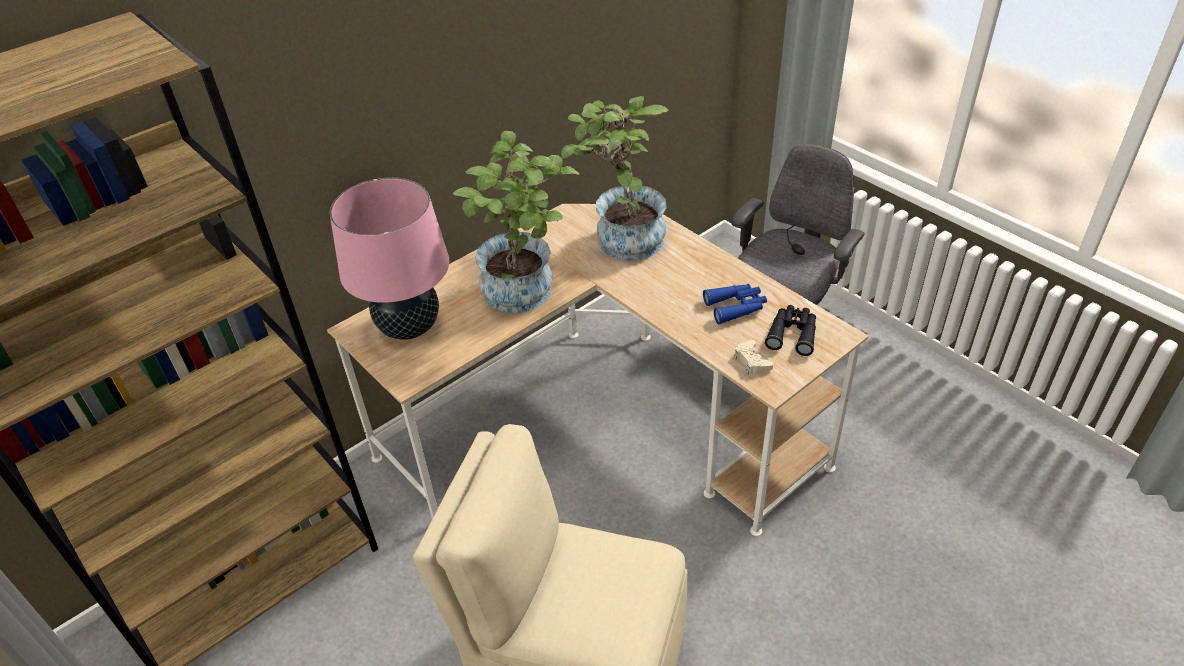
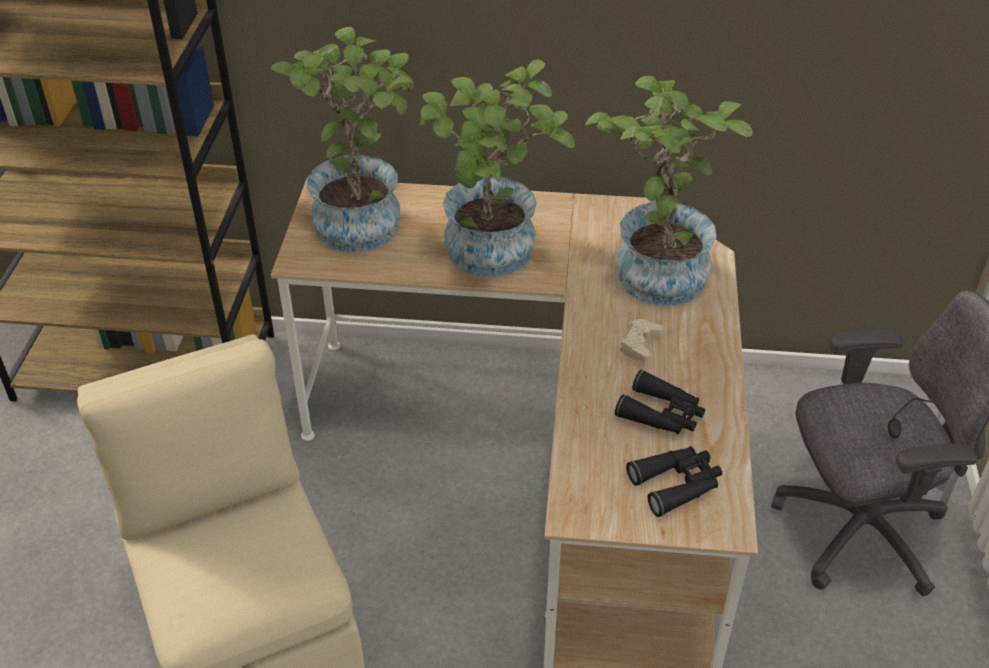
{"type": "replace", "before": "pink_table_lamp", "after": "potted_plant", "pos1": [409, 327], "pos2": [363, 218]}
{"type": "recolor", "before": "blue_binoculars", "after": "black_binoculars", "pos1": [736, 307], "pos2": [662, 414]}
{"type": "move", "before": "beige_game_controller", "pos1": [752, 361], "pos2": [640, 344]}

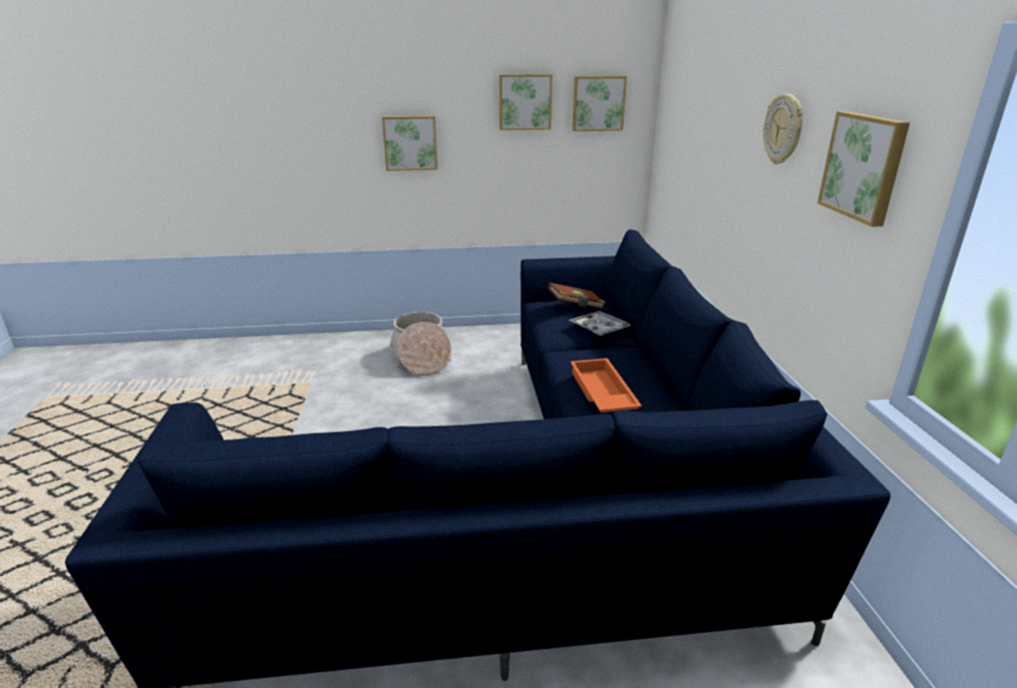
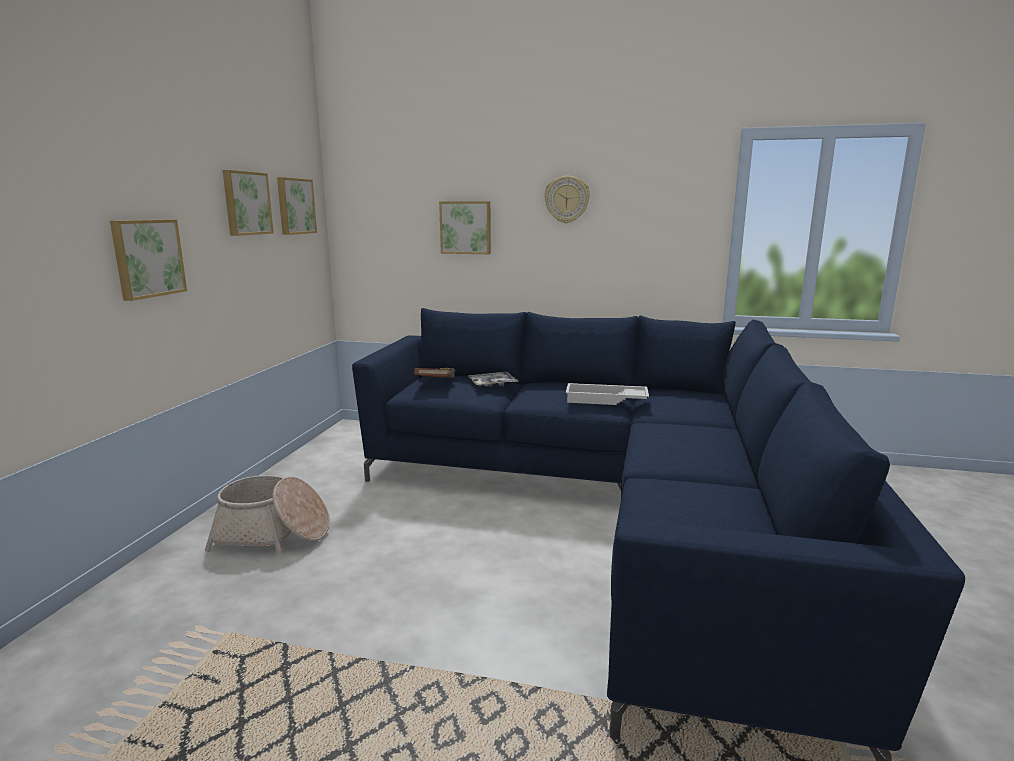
{"type": "move", "before": "picture", "pos1": [864, 166], "pos2": [466, 227]}
{"type": "recolor", "before": "orange_tray", "after": "white_tray", "pos1": [601, 393], "pos2": [605, 400]}

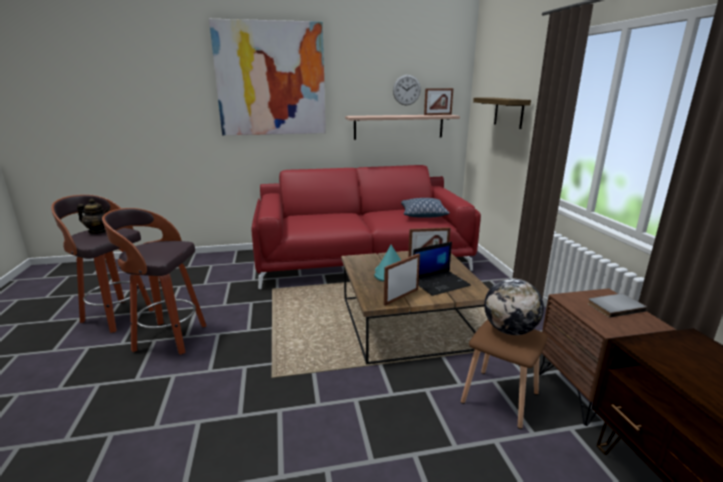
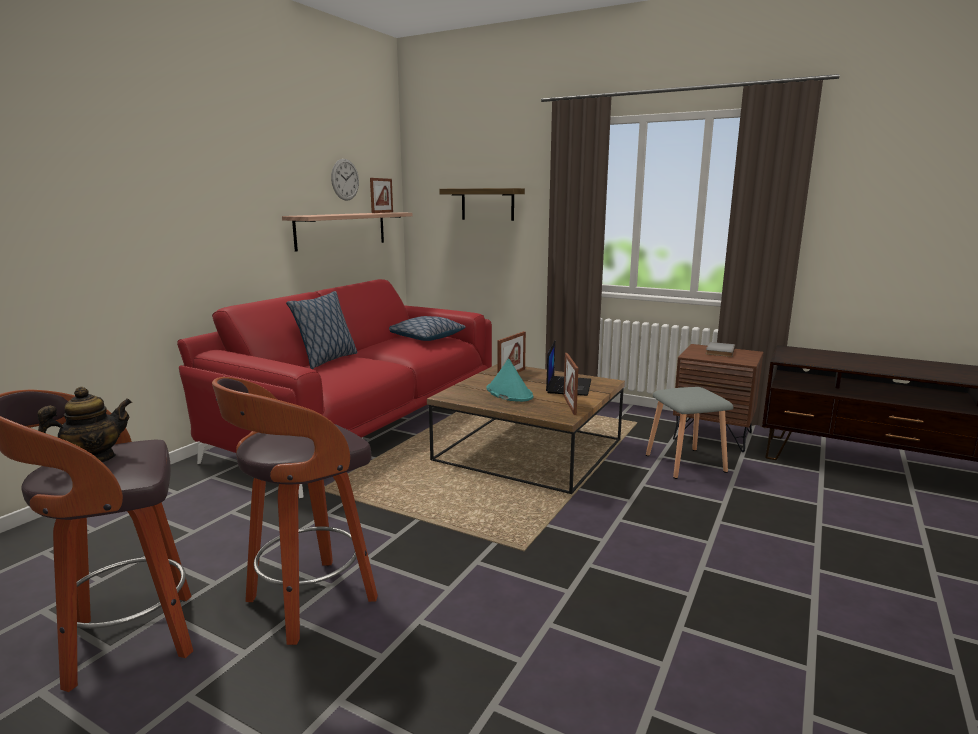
{"type": "delete", "before": "picture", "pos1": [271, 79]}
{"type": "delete", "before": "globe", "pos1": [510, 330]}
{"type": "recolor", "before": "brown_stool", "after": "grey_stool", "pos1": [501, 398], "pos2": [686, 463]}
{"type": "insert", "after": "pillow", "pos2": [327, 360]}

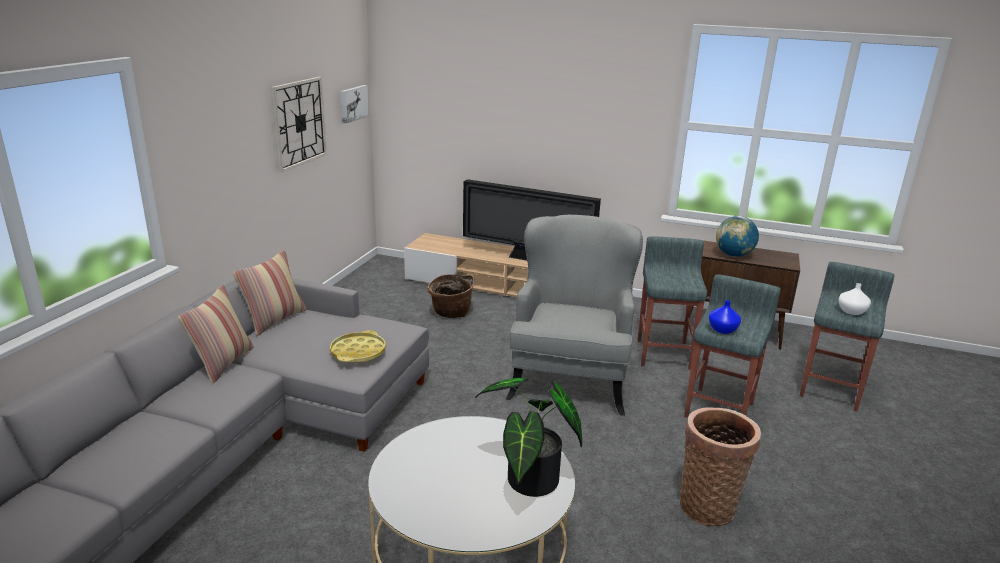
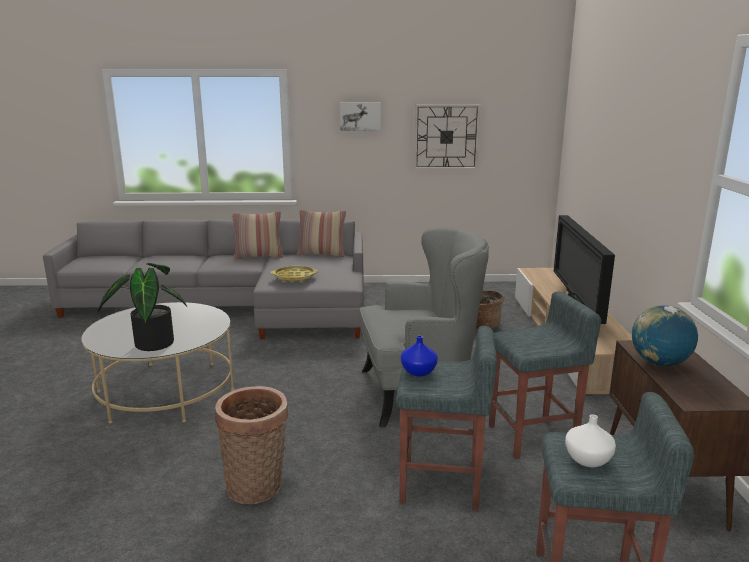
{"type": "move", "before": "picture", "pos1": [352, 103], "pos2": [360, 116]}

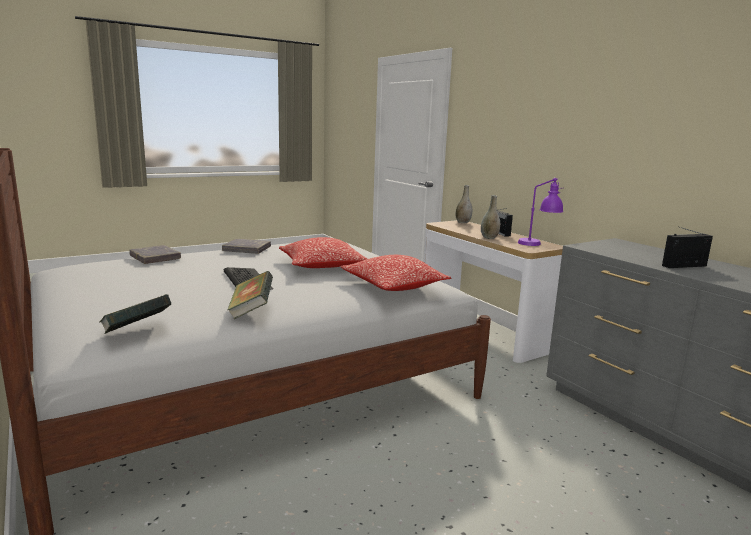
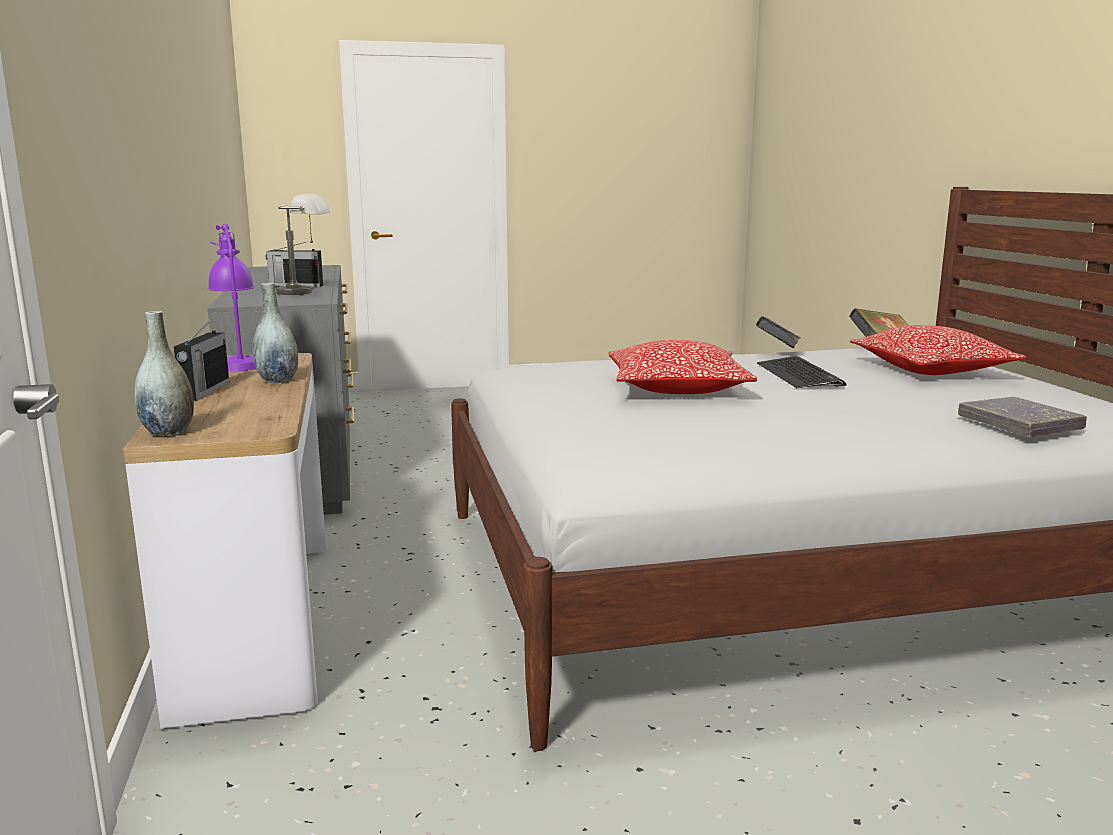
{"type": "delete", "before": "grey_book", "pos1": [247, 249]}
{"type": "move", "before": "pillow", "pos1": [394, 286], "pos2": [931, 370]}
{"type": "insert", "after": "grey_table_lamp", "pos2": [306, 292]}

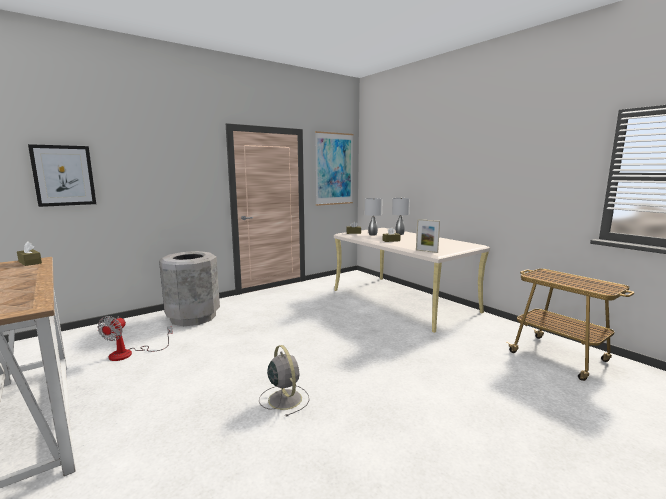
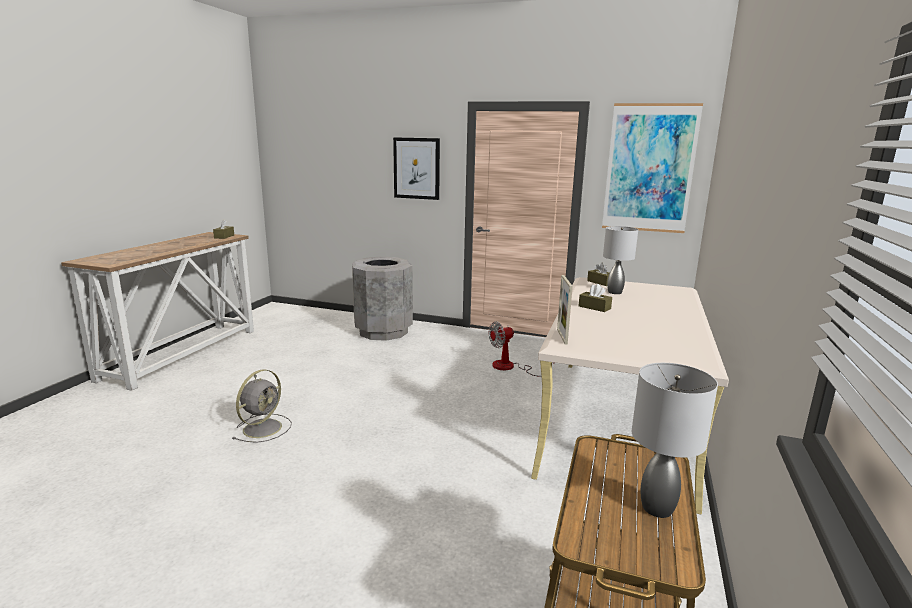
{"type": "move", "before": "picture", "pos1": [64, 175], "pos2": [416, 168]}
{"type": "move", "before": "grey_table_lamp", "pos1": [399, 234], "pos2": [656, 508]}
{"type": "move", "before": "fan", "pos1": [129, 354], "pos2": [510, 367]}

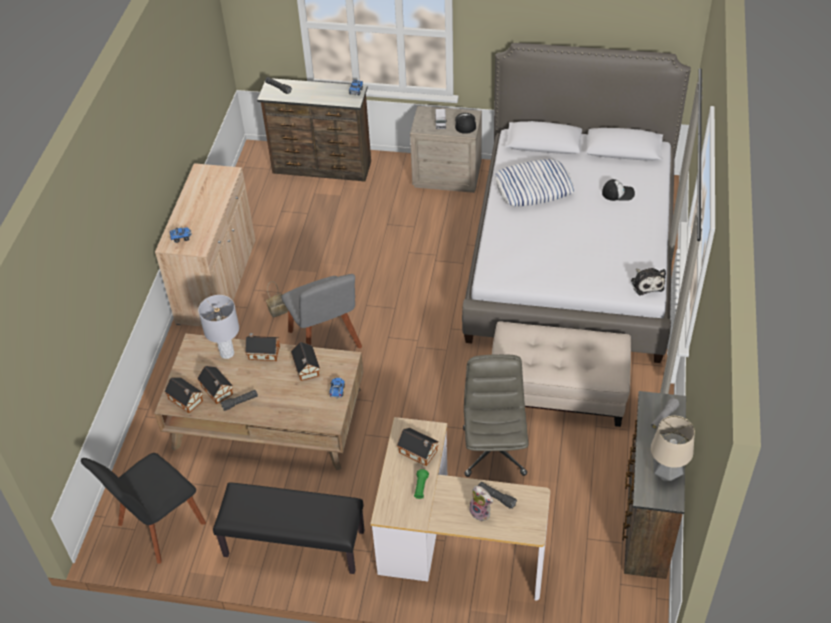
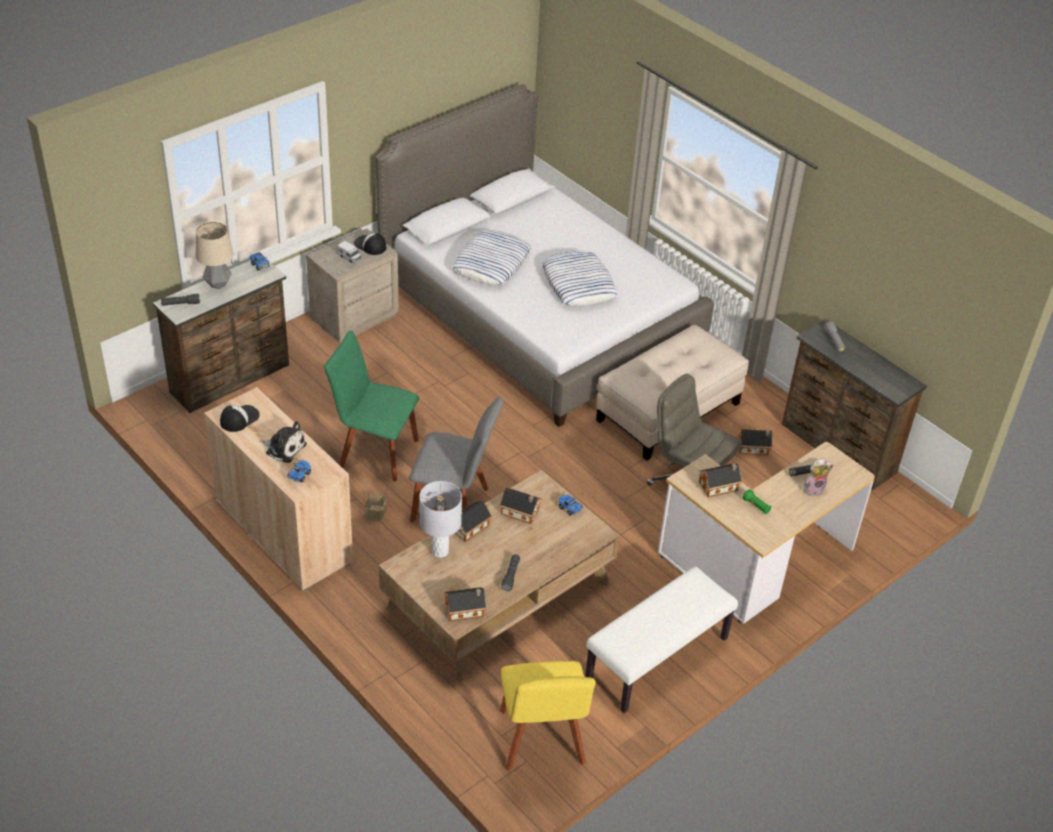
{"type": "move", "before": "cap", "pos1": [618, 193], "pos2": [239, 418]}
{"type": "move", "before": "plush_toy", "pos1": [646, 283], "pos2": [284, 448]}
{"type": "move", "before": "toy_house", "pos1": [217, 391], "pos2": [754, 447]}
{"type": "move", "before": "table_lamp", "pos1": [666, 474], "pos2": [218, 284]}
{"type": "recolor", "before": "black_chair", "after": "yellow_chair", "pos1": [158, 527], "pos2": [542, 741]}
{"type": "recolor", "before": "black_bench", "after": "white_bench", "pos1": [293, 544], "pos2": [657, 659]}
{"type": "insert", "after": "pillow", "pos2": [578, 284]}
{"type": "insert", "after": "green_chair", "pos2": [375, 452]}

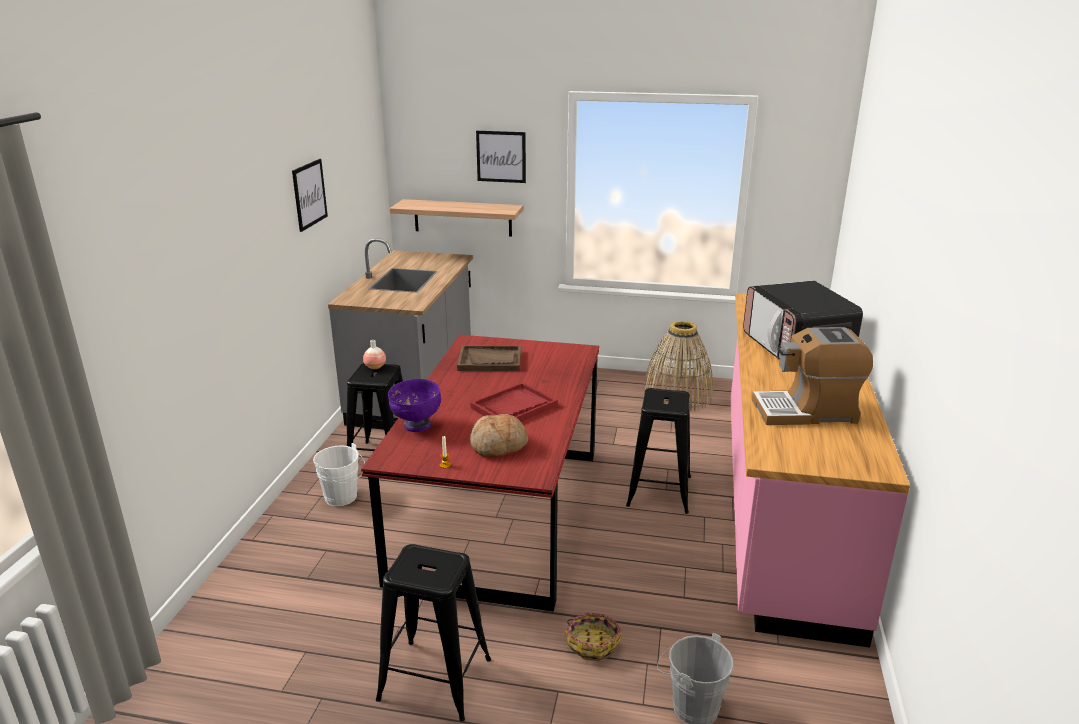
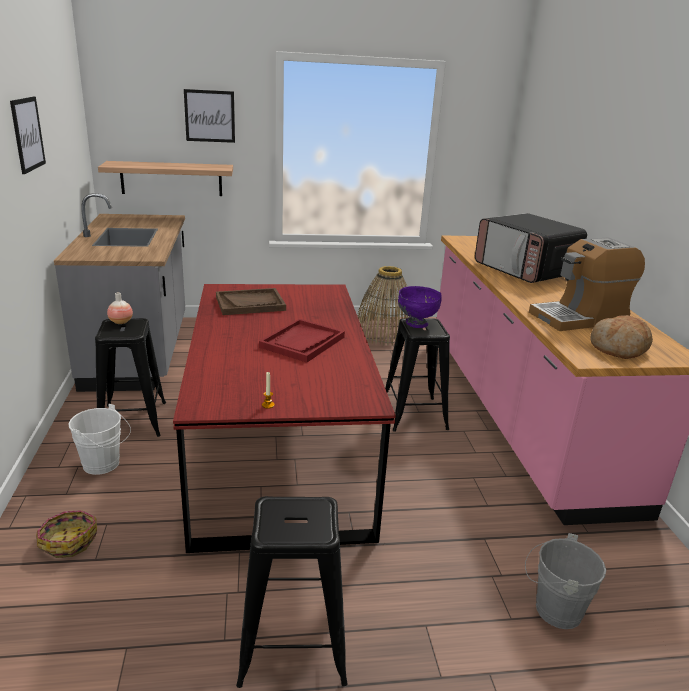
{"type": "move", "before": "purple_bowl", "pos1": [416, 425], "pos2": [416, 324]}
{"type": "move", "before": "bread", "pos1": [498, 446], "pos2": [619, 348]}
{"type": "move", "before": "basket", "pos1": [592, 643], "pos2": [69, 541]}

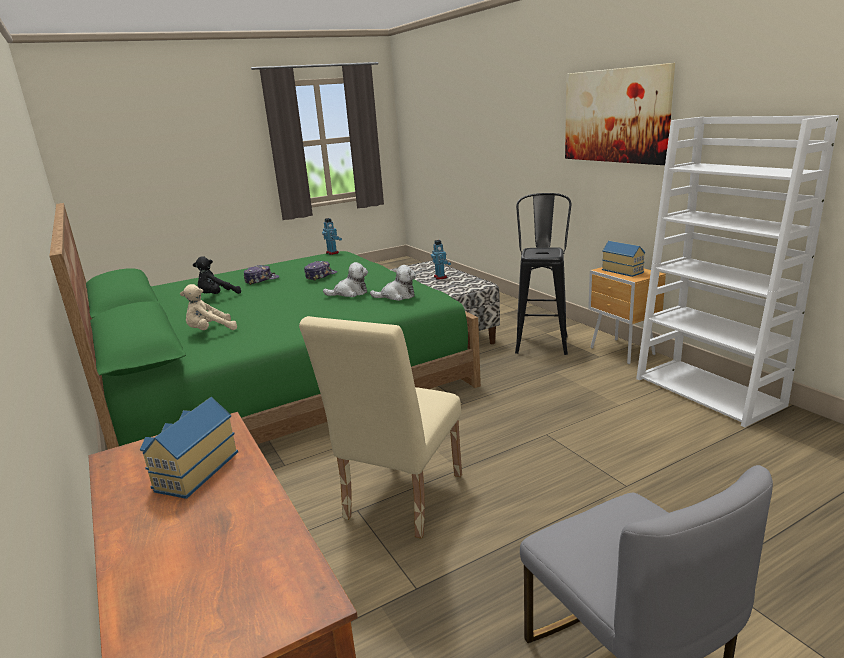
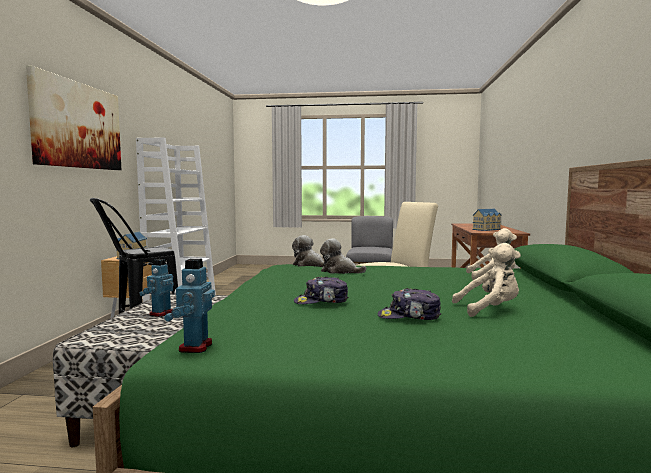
{"type": "recolor", "before": "black_plush_toy", "after": "beige_plush_toy", "pos1": [217, 296], "pos2": [490, 310]}

